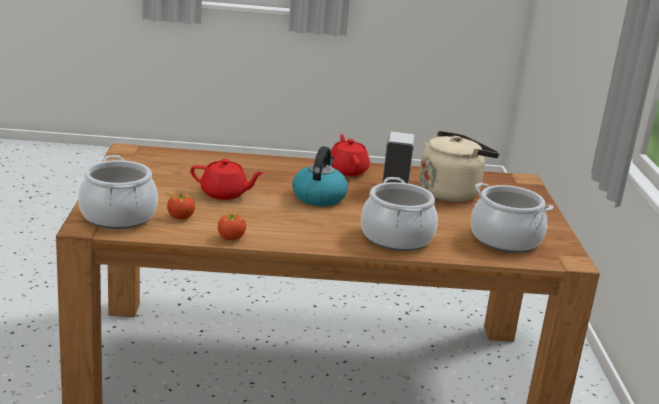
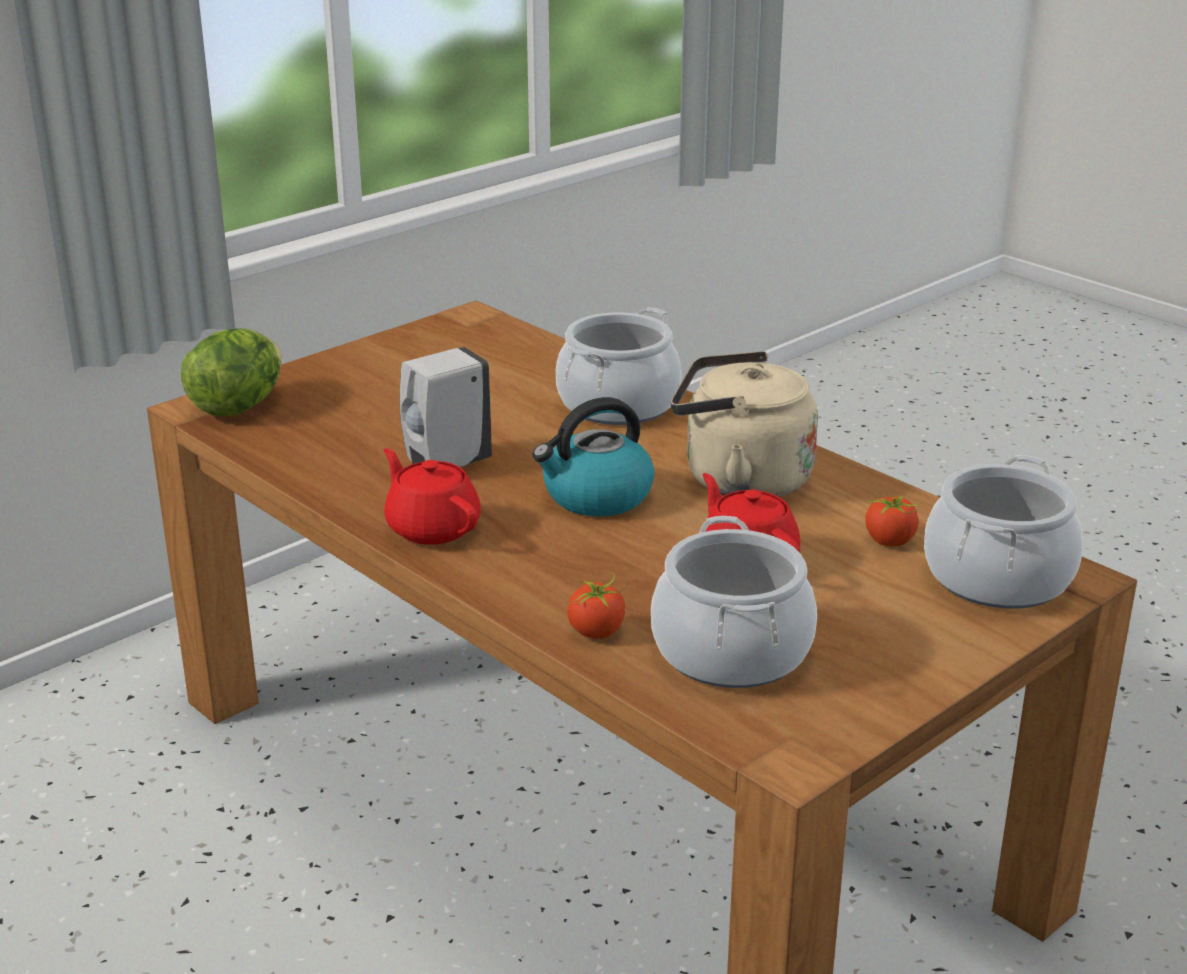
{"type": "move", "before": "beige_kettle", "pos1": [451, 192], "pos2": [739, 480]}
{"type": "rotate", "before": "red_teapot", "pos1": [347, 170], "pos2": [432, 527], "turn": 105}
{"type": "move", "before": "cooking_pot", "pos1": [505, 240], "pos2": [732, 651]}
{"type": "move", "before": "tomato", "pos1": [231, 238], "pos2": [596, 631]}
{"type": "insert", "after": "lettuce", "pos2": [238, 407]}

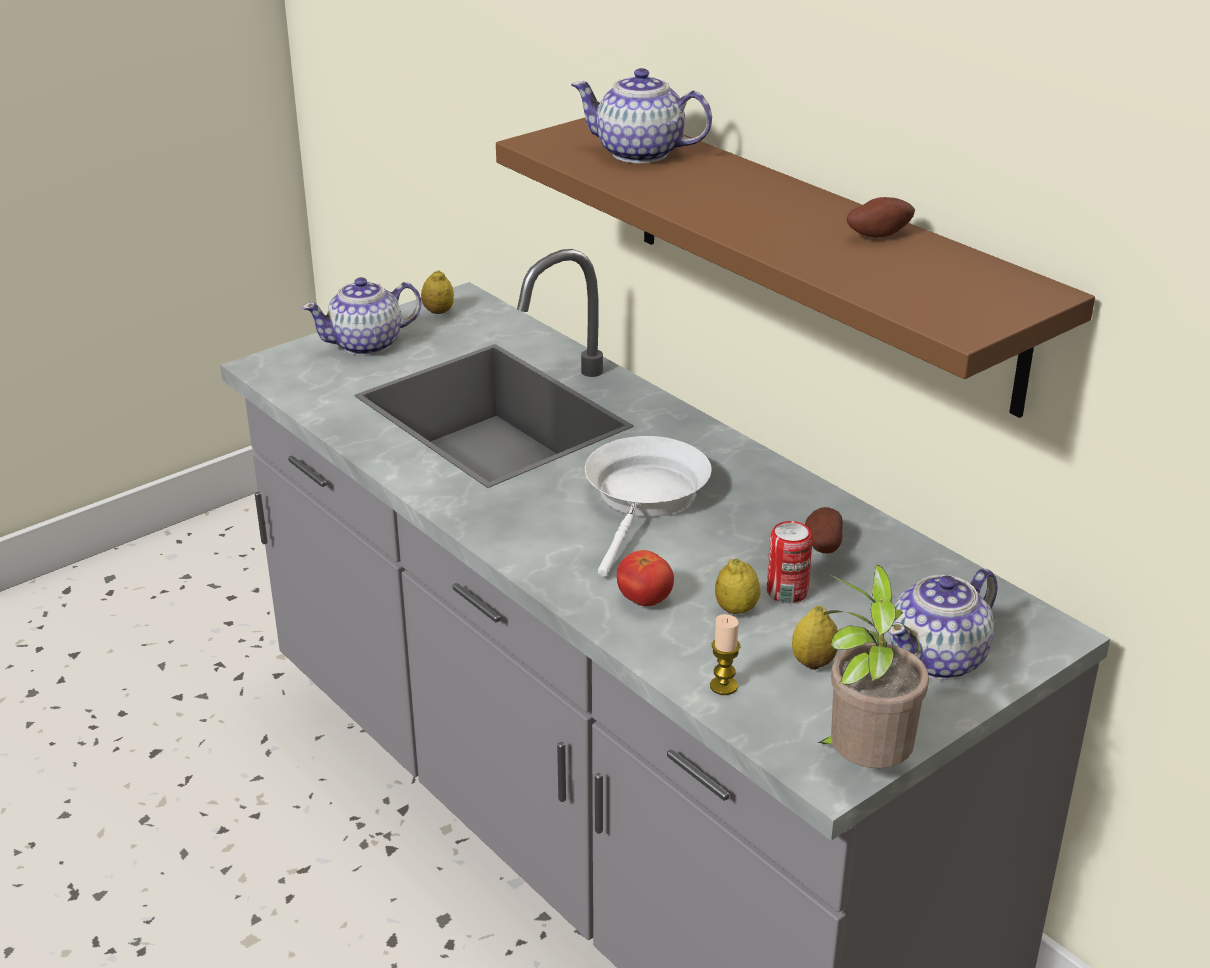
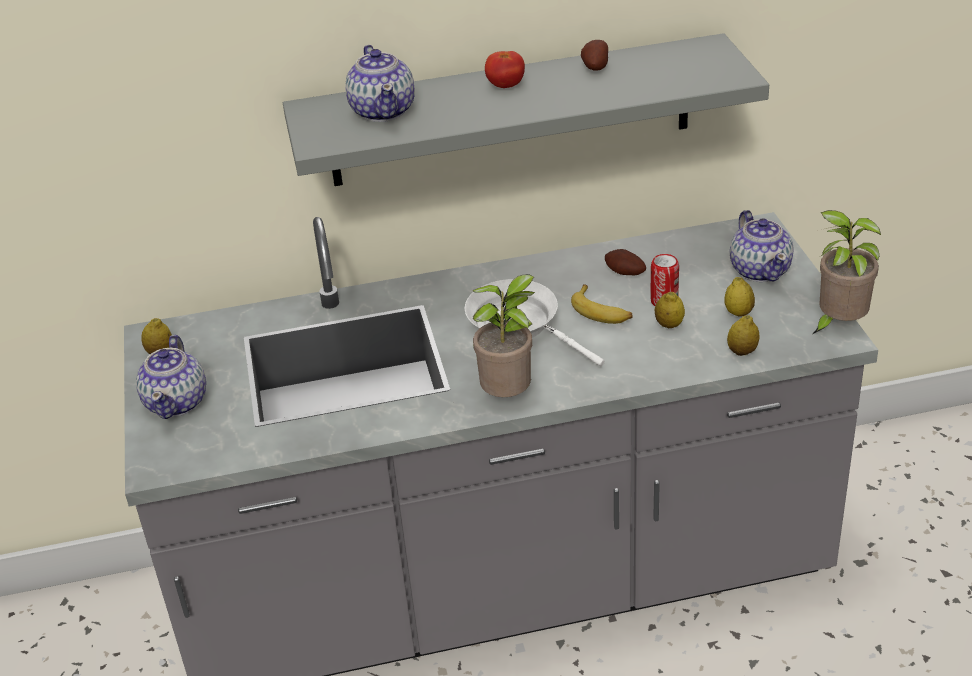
{"type": "rotate", "before": "teapot", "pos1": [641, 153], "pos2": [383, 111], "turn": -60}
{"type": "recolor", "before": "brown_shelf", "after": "grey_shelf", "pos1": [820, 255], "pos2": [511, 111]}
{"type": "move", "before": "tomato", "pos1": [644, 600], "pos2": [505, 86]}
{"type": "replace", "before": "candle", "after": "lemon", "pos1": [723, 686], "pos2": [742, 351]}
{"type": "insert", "after": "potted_plant", "pos2": [510, 397]}
{"type": "insert", "after": "banana", "pos2": [601, 311]}

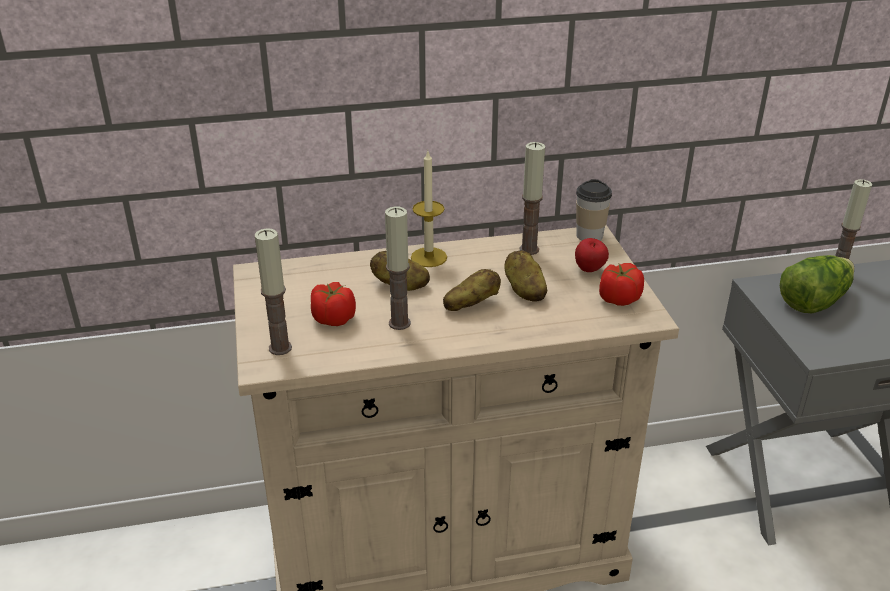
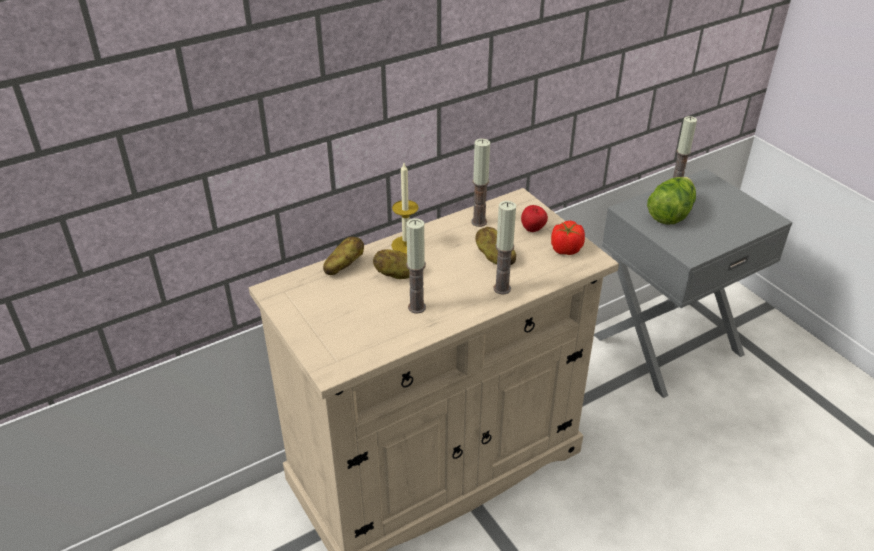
{"type": "delete", "before": "cup", "pos1": [589, 236]}
{"type": "move", "before": "candle", "pos1": [280, 348], "pos2": [502, 288]}
{"type": "move", "before": "potato", "pos1": [471, 304], "pos2": [343, 266]}
{"type": "delete", "before": "tomato", "pos1": [333, 318]}

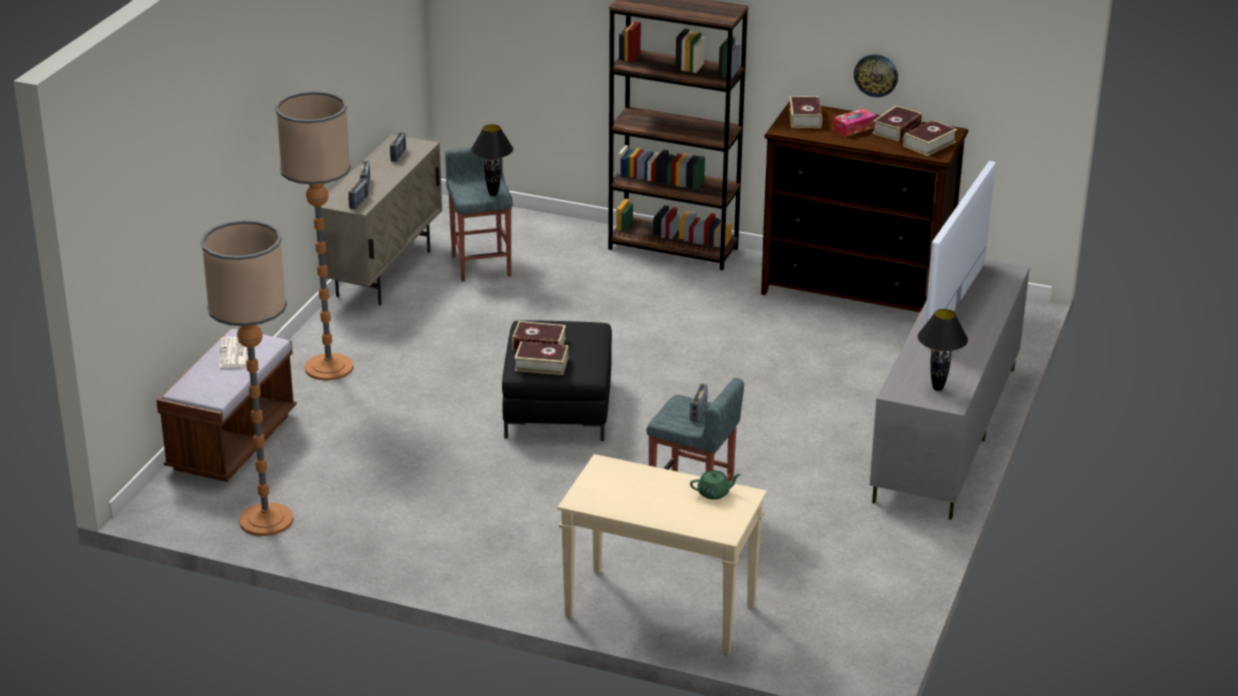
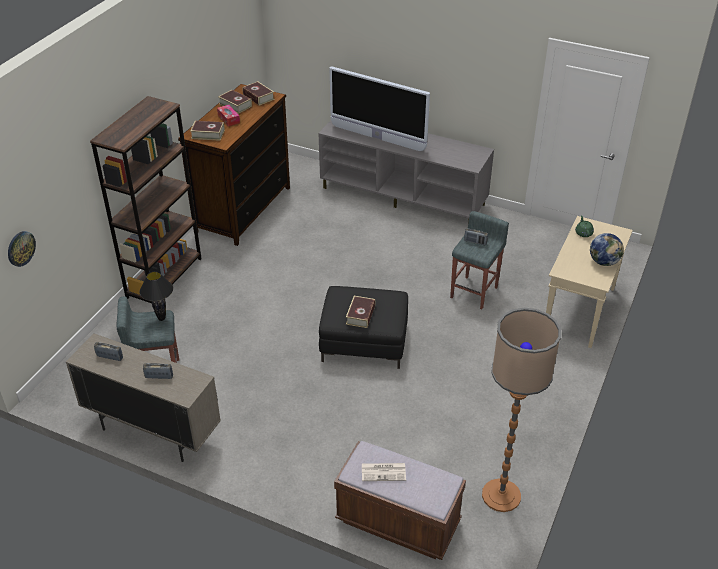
{"type": "move", "before": "wall_clock", "pos1": [876, 75], "pos2": [20, 248]}
{"type": "delete", "before": "floor_lamp", "pos1": [328, 367]}
{"type": "delete", "before": "radio", "pos1": [359, 202]}
{"type": "delete", "before": "black_table_lamp", "pos1": [938, 388]}
{"type": "delete", "before": "book", "pos1": [541, 364]}
{"type": "insert", "after": "globe", "pos2": [604, 262]}

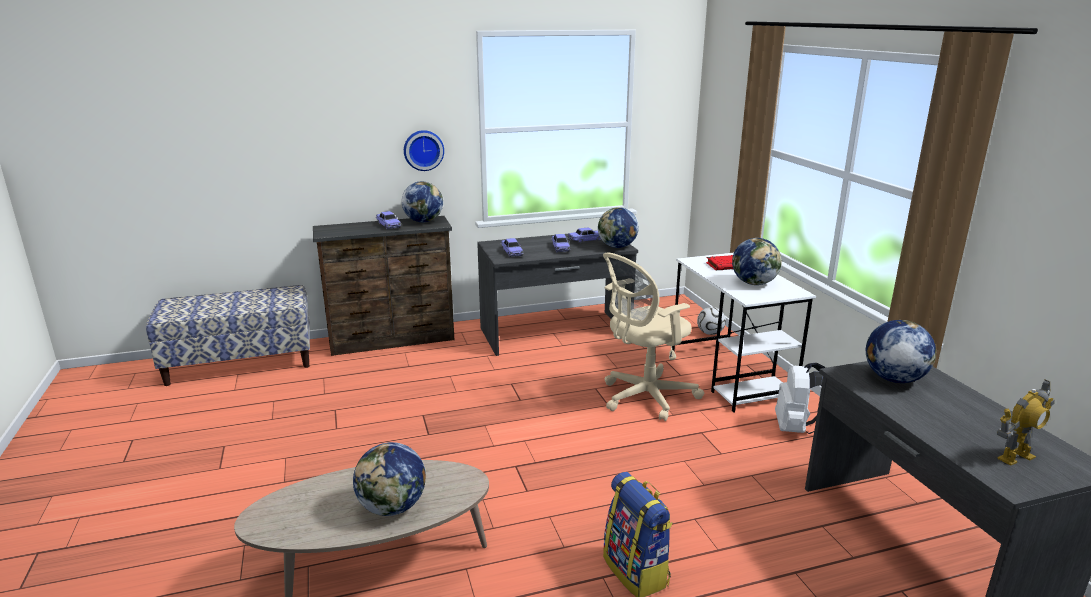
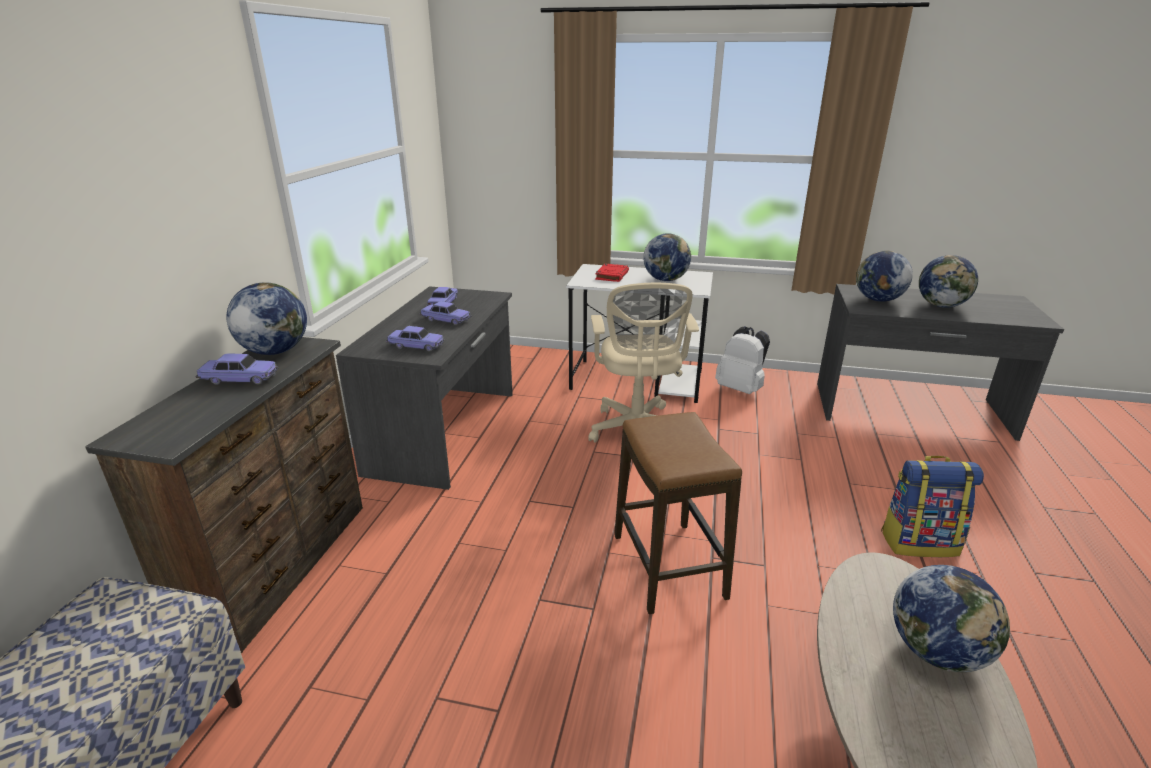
{"type": "delete", "before": "wall_clock", "pos1": [423, 150]}
{"type": "move", "before": "globe", "pos1": [617, 247], "pos2": [941, 306]}
{"type": "delete", "before": "football", "pos1": [710, 333]}
{"type": "delete", "before": "toy_robot", "pos1": [1015, 457]}
{"type": "insert", "after": "stool", "pos2": [668, 566]}

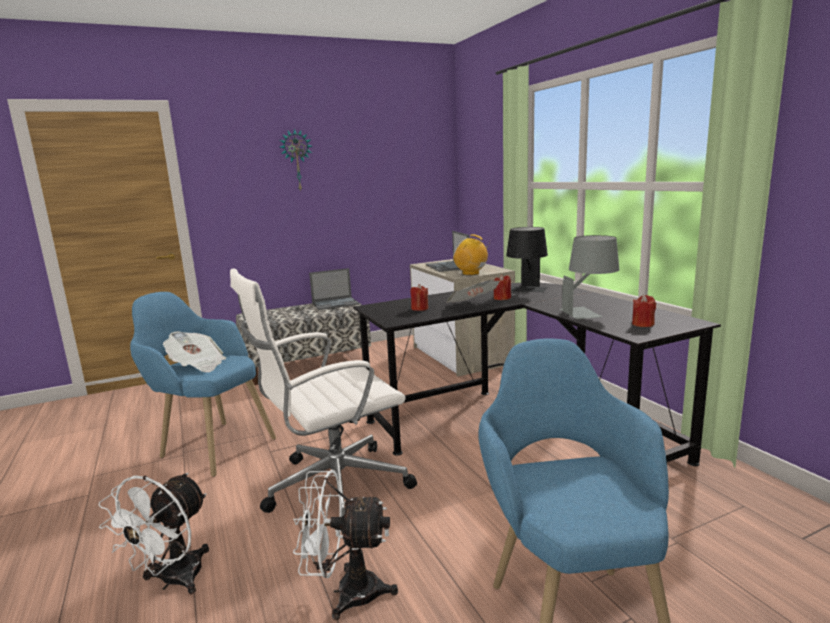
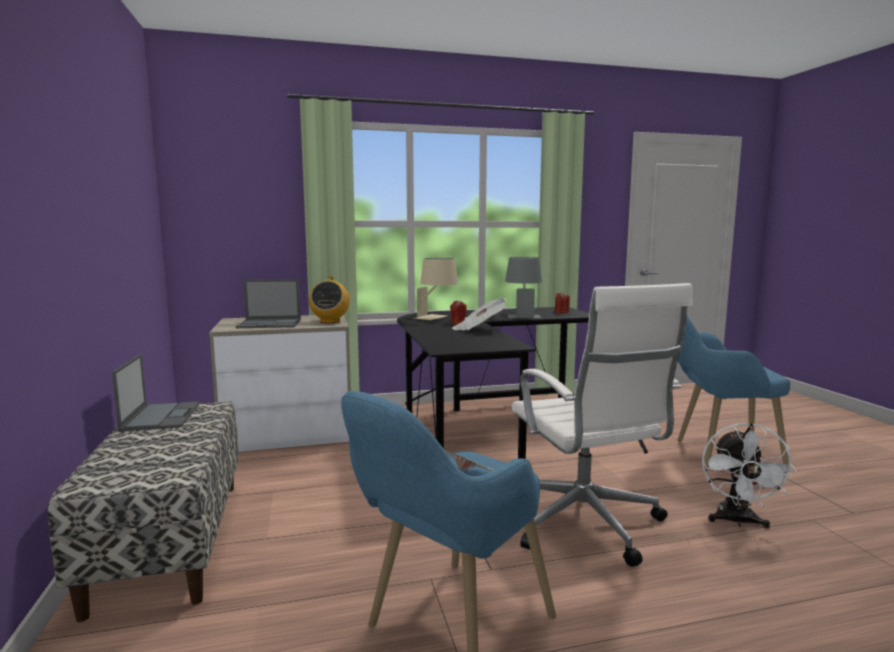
{"type": "delete", "before": "wall_clock", "pos1": [296, 160]}
{"type": "recolor", "before": "black_table_lamp", "after": "beige_table_lamp", "pos1": [527, 290], "pos2": [437, 317]}
{"type": "rotate", "before": "radio", "pos1": [471, 273], "pos2": [330, 321], "turn": -45}
{"type": "delete", "before": "red_candle", "pos1": [419, 308]}
{"type": "delete", "before": "white_fan", "pos1": [173, 581]}

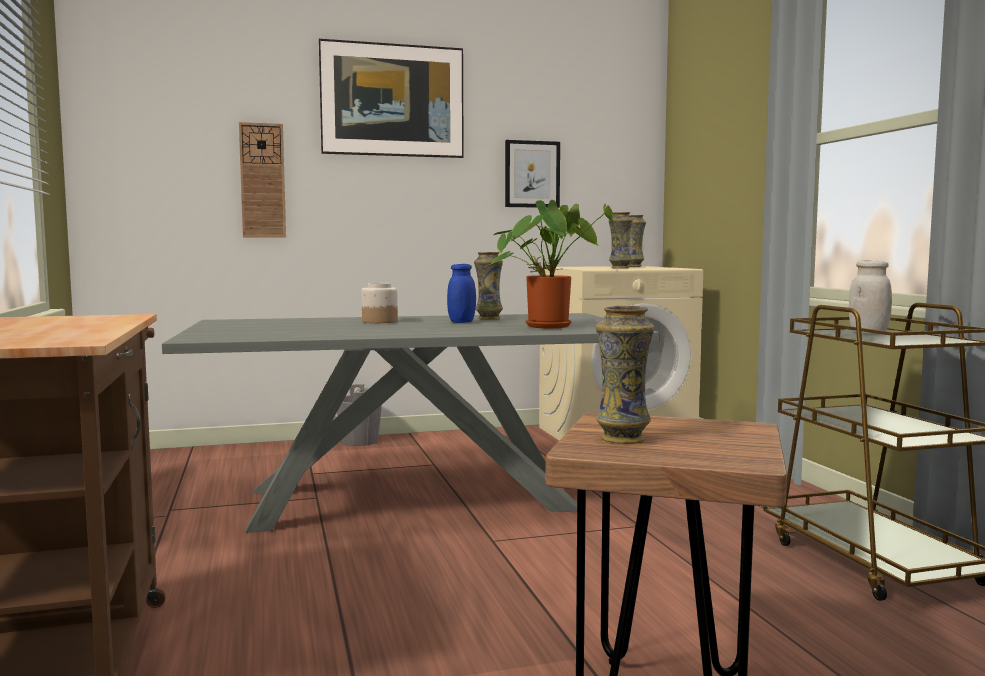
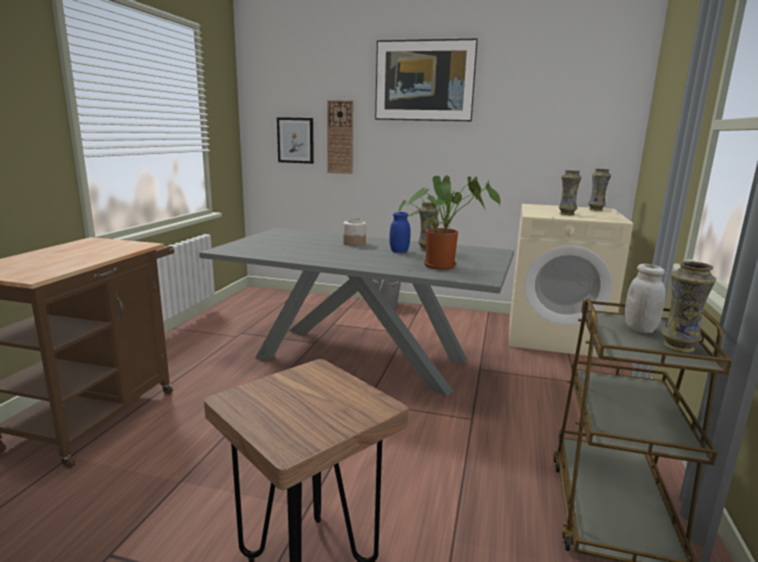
{"type": "move", "before": "picture", "pos1": [532, 174], "pos2": [295, 140]}
{"type": "move", "before": "vase", "pos1": [622, 439], "pos2": [678, 347]}

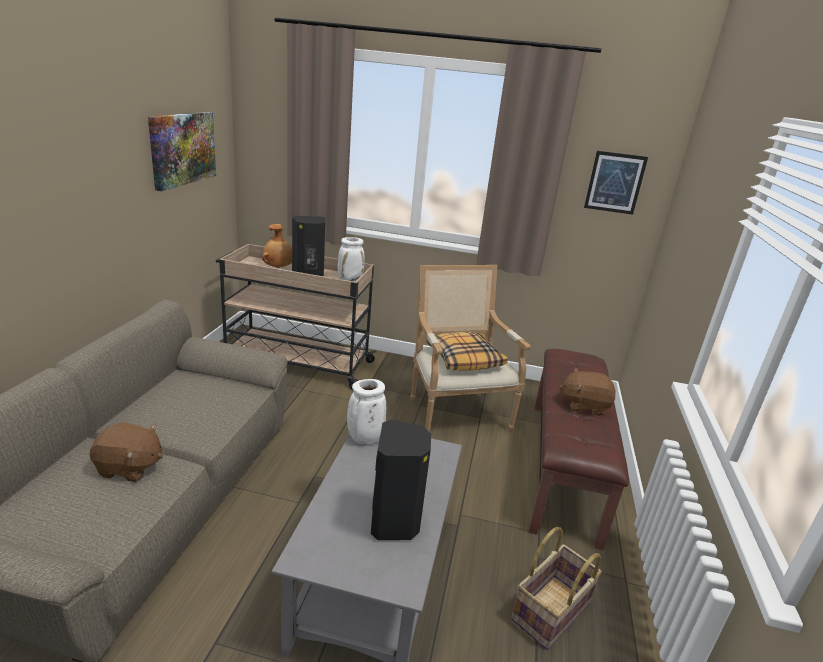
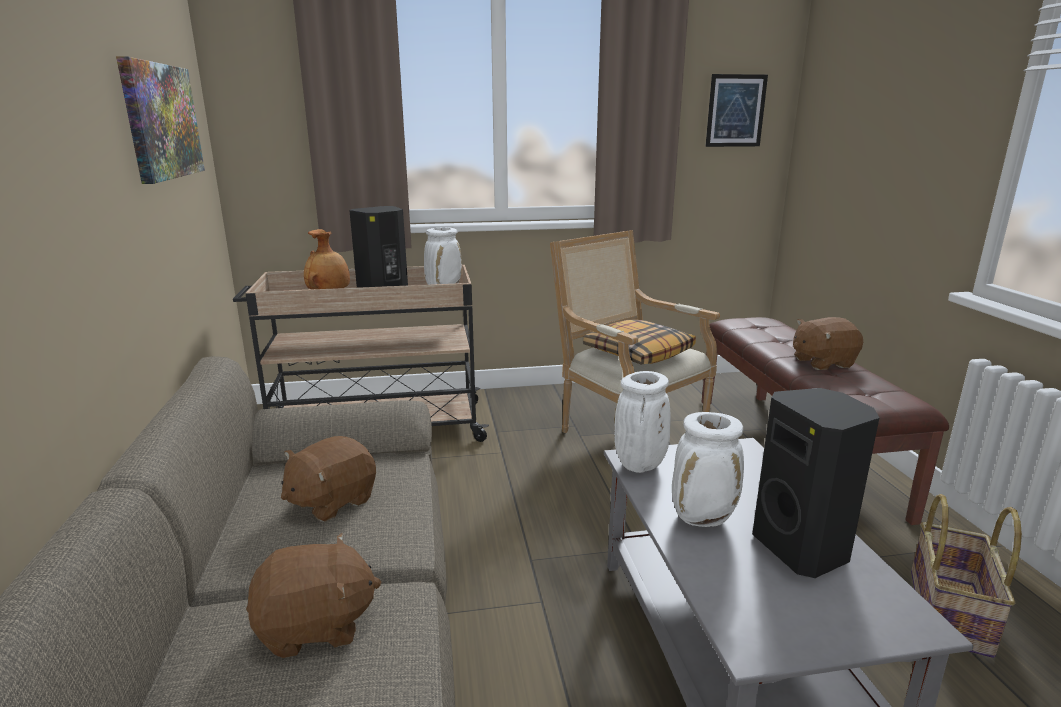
{"type": "insert", "after": "white_vase", "pos2": [703, 518]}
{"type": "insert", "after": "brown_plush_toy", "pos2": [331, 501]}

